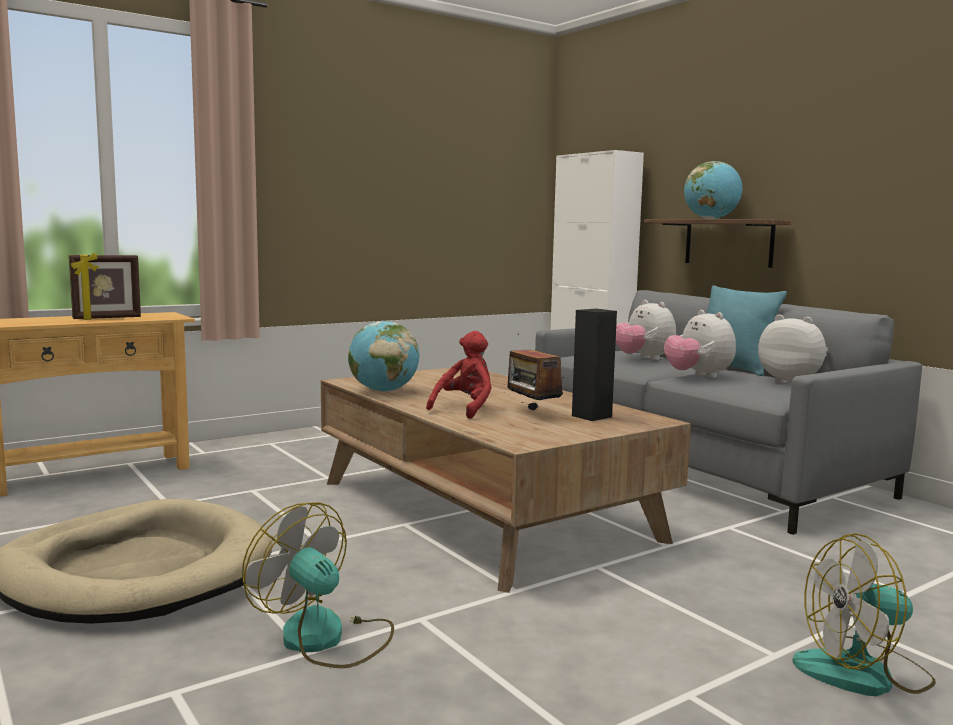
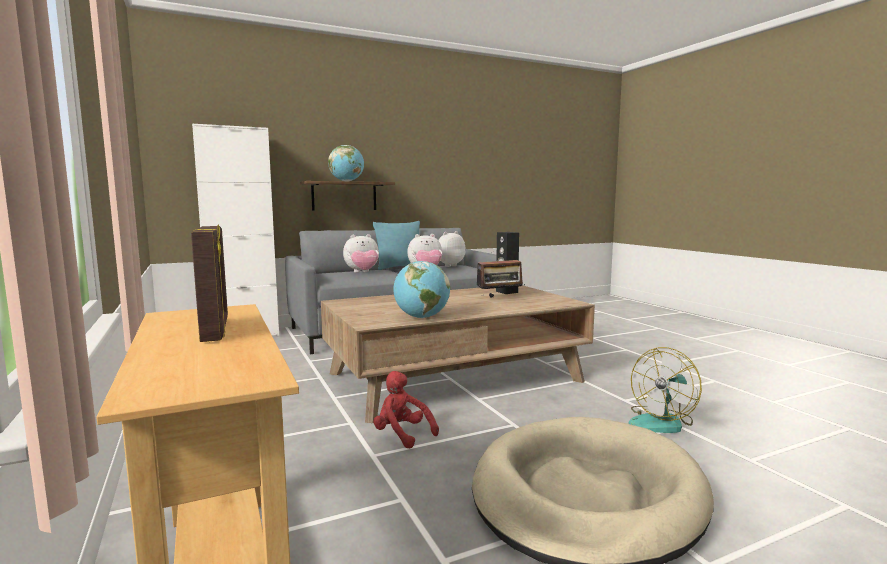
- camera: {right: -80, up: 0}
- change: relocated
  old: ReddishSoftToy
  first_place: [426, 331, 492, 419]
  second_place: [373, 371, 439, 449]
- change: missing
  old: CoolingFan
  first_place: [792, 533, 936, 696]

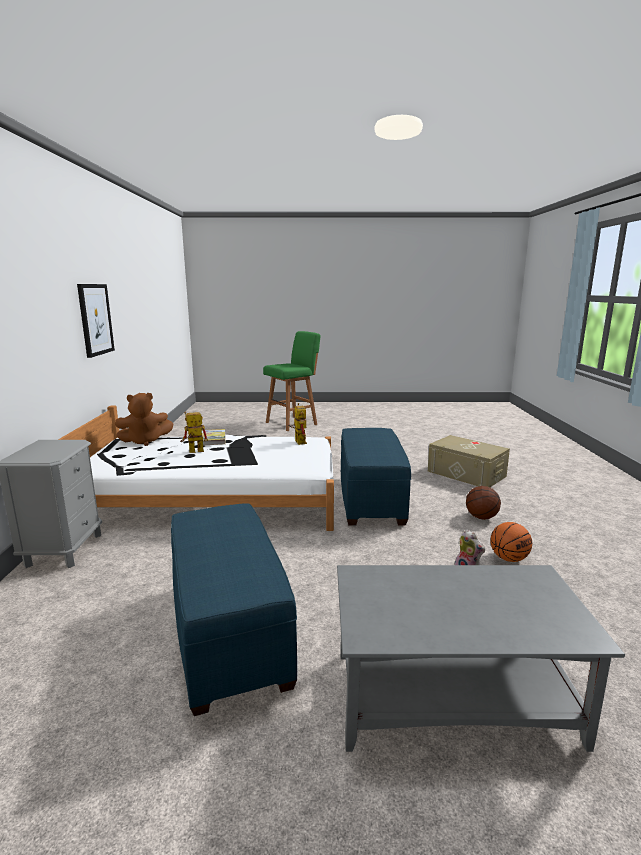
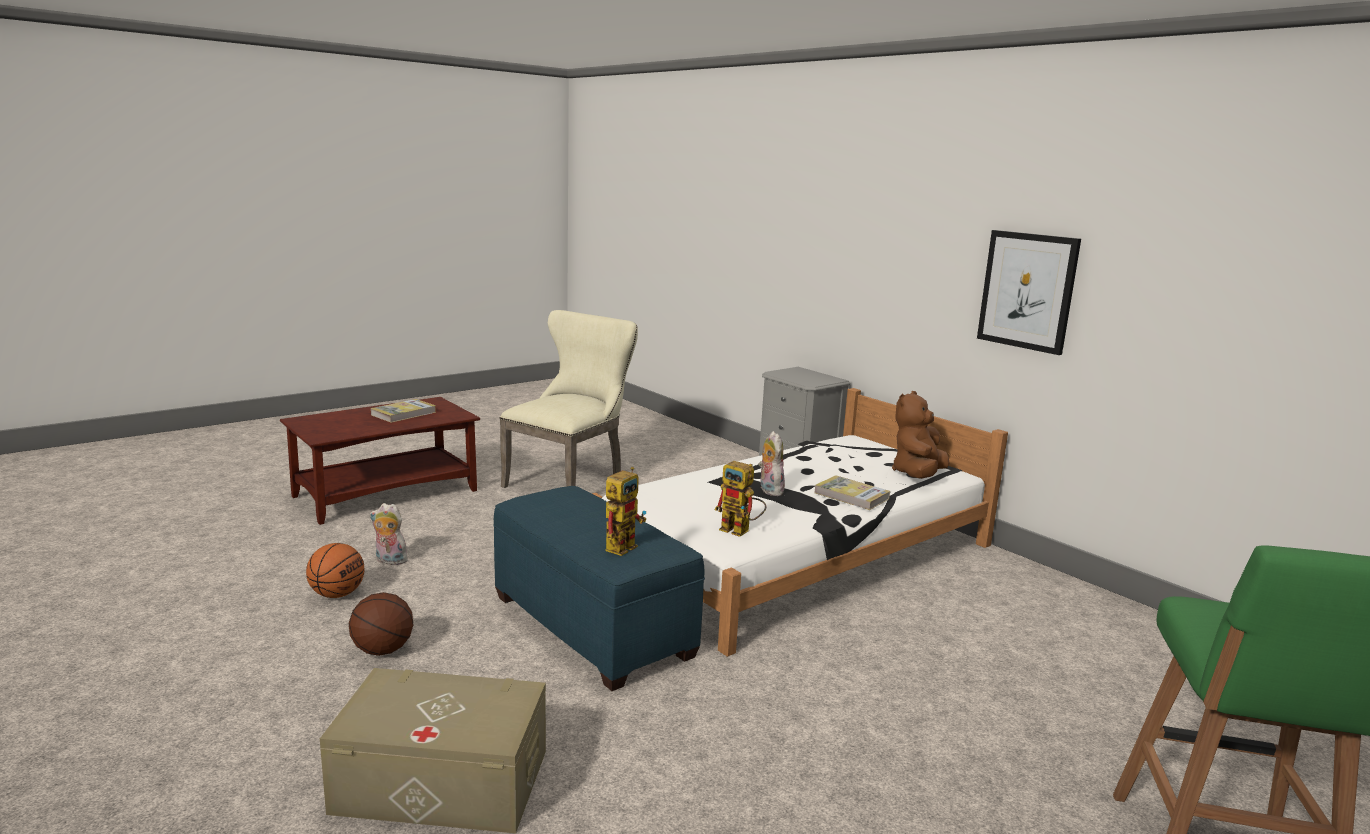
- camera: {right: 140, up: 0}
- change: colour
  old: GreyLoungeTable
  new: BrownColouredLoungeTable
  first_place: [337, 565, 625, 752]
  second_place: [280, 397, 480, 525]
- change: appeared
  new: BoundBook
  second_place: [371, 399, 436, 423]
- change: exchanged
  old: BlueColouredPouffe
  new: SandColouredChair
  first_place: [171, 503, 297, 716]
  second_place: [500, 310, 638, 488]
- change: relocated
  old: ModelRobot
  first_place: [180, 412, 208, 453]
  second_place: [606, 467, 647, 556]
- change: appeared
  new: SoftToy
  second_place: [758, 431, 785, 496]

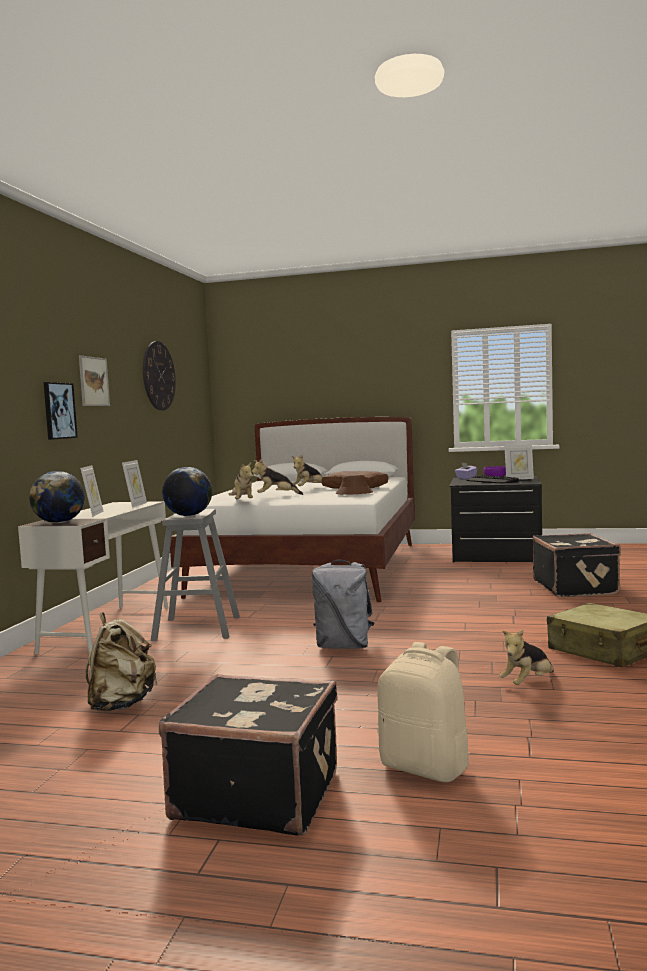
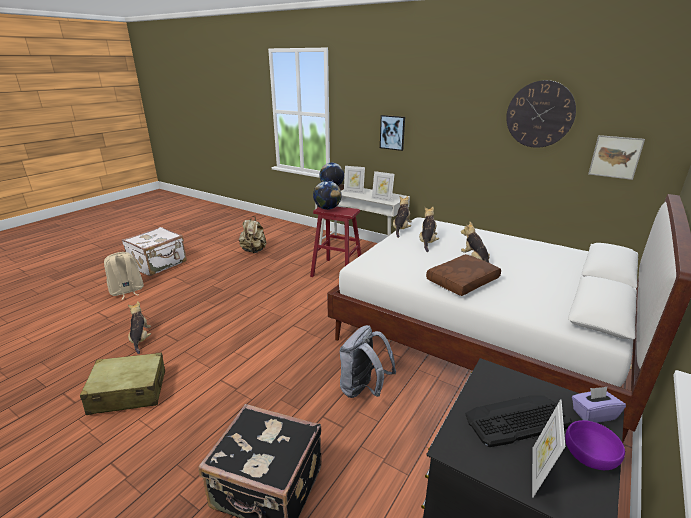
- camera: {right: 110, up: 20}
- change: colour
  old: BlackPieceOfLuggage
  new: WhitePieceOfLuggage
  first_place: [159, 674, 338, 836]
  second_place: [122, 227, 187, 276]
- change: colour
  old: GreyStool
  new: ReddishStool
  first_place: [151, 509, 240, 641]
  second_place: [310, 206, 362, 277]
- change: relocated
  old: GreyBackpack
  first_place: [312, 560, 375, 649]
  second_place: [340, 325, 396, 398]
- change: spun
  old: SoftToy
  first_place: [229, 462, 253, 500]
  second_place: [393, 196, 412, 238]
  degrees: 105
- change: relocated
  old: Picture
  first_place: [79, 356, 110, 406]
  second_place: [588, 135, 645, 180]
- change: missing
  old: BrownColouredClothingHat
  first_place: [336, 474, 373, 495]

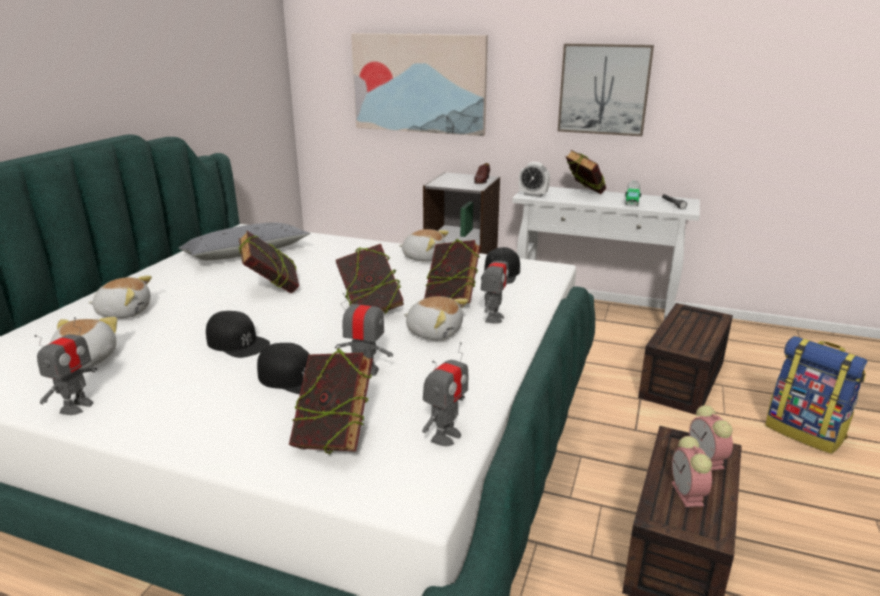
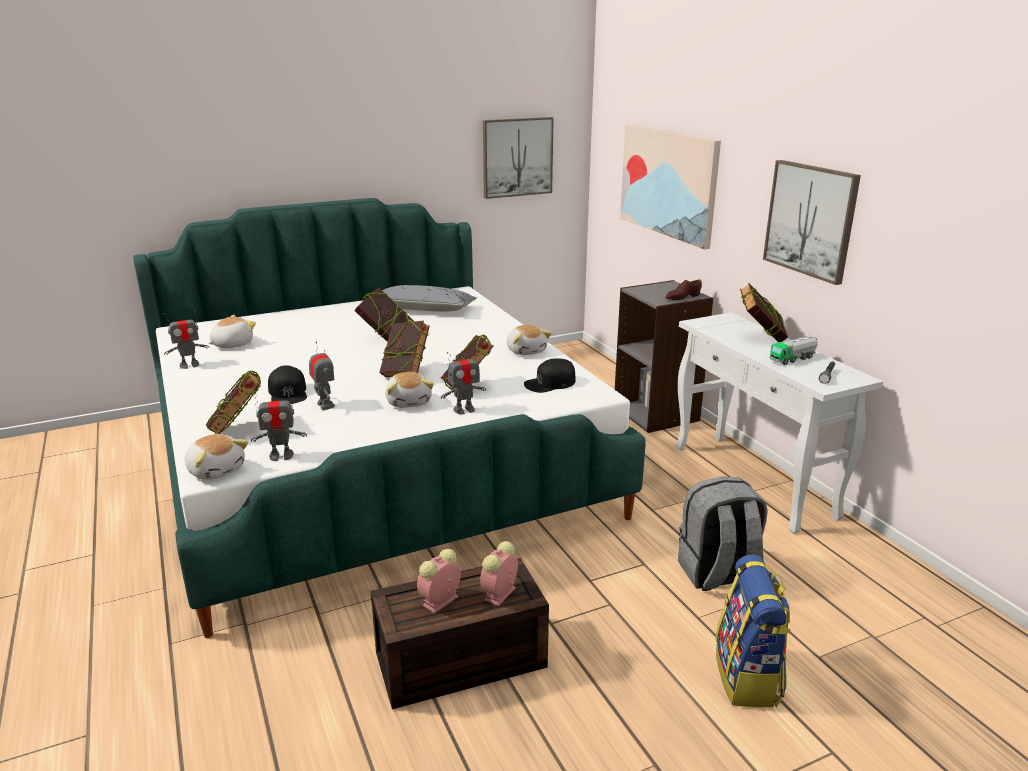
- camera: {right: 45, up: 0}
- change: relocated
  old: SoftToy
  first_place: [89, 275, 152, 318]
  second_place: [185, 434, 248, 480]
- change: appeared
  new: Picture
  second_place: [483, 117, 554, 199]
- change: exchanged
  old: BrownColouredStorageBox
  new: GreyBackpack
  first_place: [638, 303, 733, 415]
  second_place: [678, 477, 768, 591]
- change: missing
  old: BlackBaseballCap
  first_place: [206, 311, 270, 358]
- change: missing
  old: TableClock
  first_place: [519, 162, 550, 197]

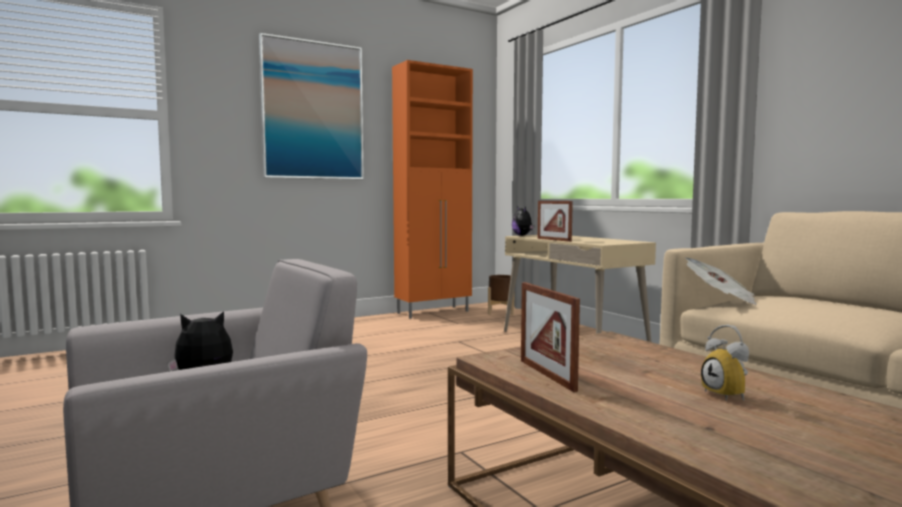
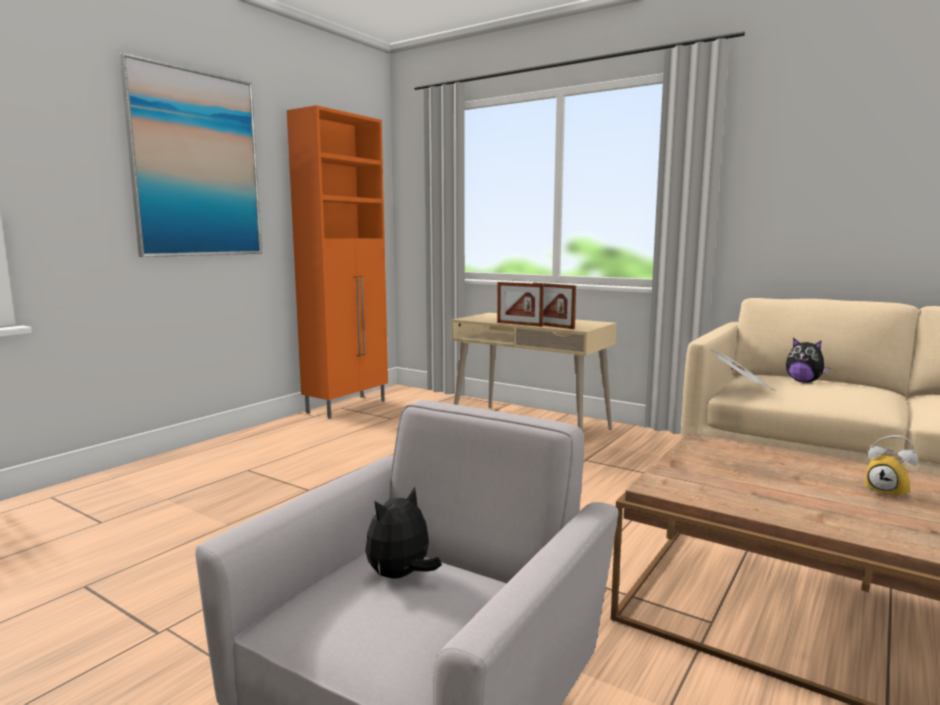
- camera: {right: -25, up: 5}
- change: relocated
  old: StandingFrame
  first_place: [521, 282, 580, 392]
  second_place: [533, 283, 576, 329]
- change: relocated
  old: SoftToy
  first_place: [512, 206, 534, 236]
  second_place: [786, 338, 830, 383]
- change: missing
  old: BrownColouredPlanter
  first_place: [488, 275, 514, 315]

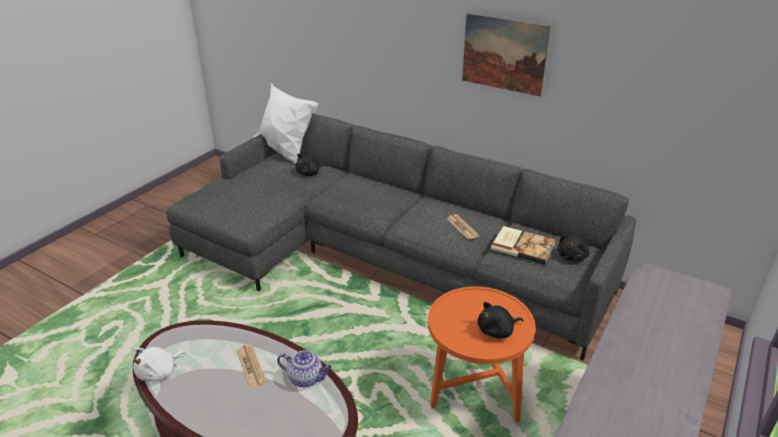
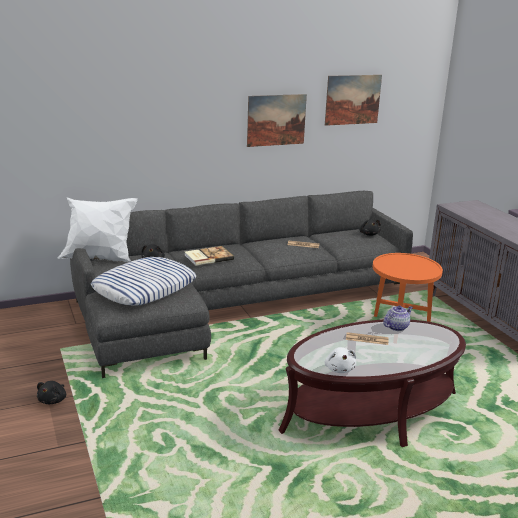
- camera: {right: -55, up: -10}
- change: relocated
  old: BlackSoftToy
  first_place: [478, 302, 523, 339]
  second_place: [37, 381, 66, 404]
- change: appeared
  new: Pillow
  second_place: [91, 257, 196, 306]
- change: relocated
  old: BoundBook
  first_place: [491, 226, 556, 264]
  second_place: [184, 246, 234, 266]
- change: appeared
  new: Picture
  second_place: [325, 75, 382, 126]

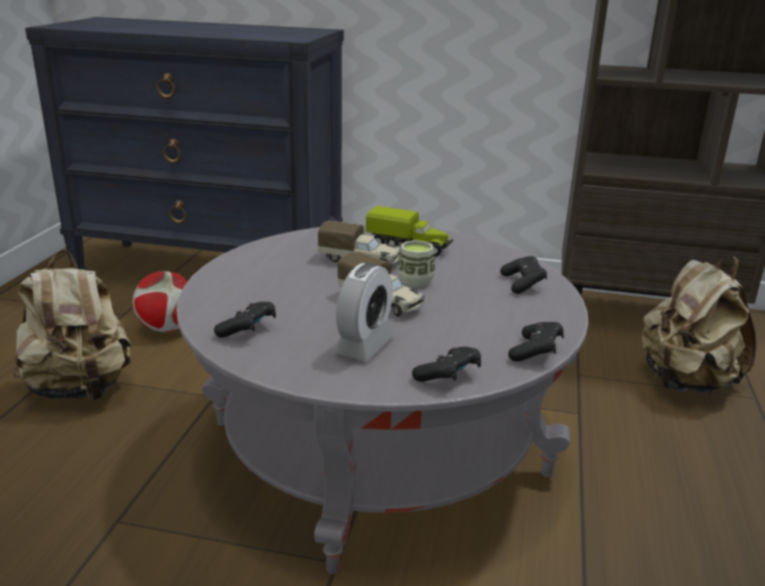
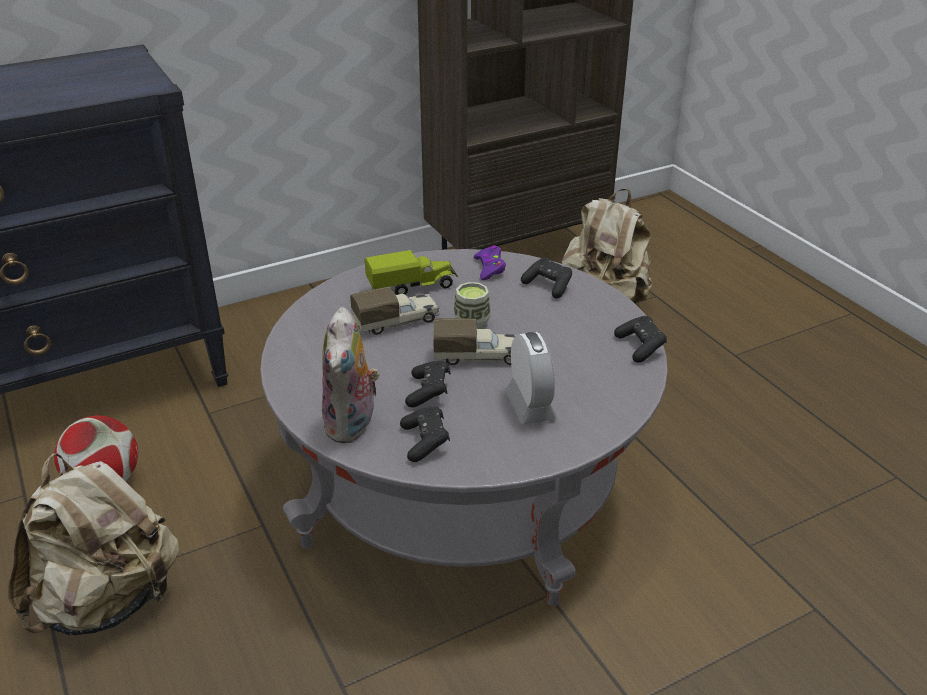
- camera: {right: -40, up: 10}
- change: appeared
  new: SoftToy
  second_place: [322, 307, 380, 444]
- change: relocated
  old: BlackJoypad
  first_place: [412, 347, 481, 382]
  second_place: [405, 361, 451, 407]
- change: appeared
  new: PurpleJoypad
  second_place: [474, 245, 506, 280]

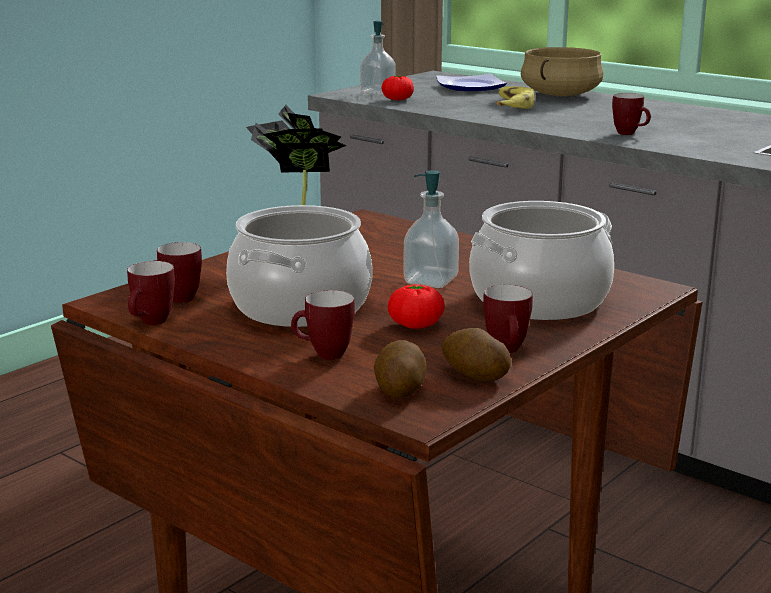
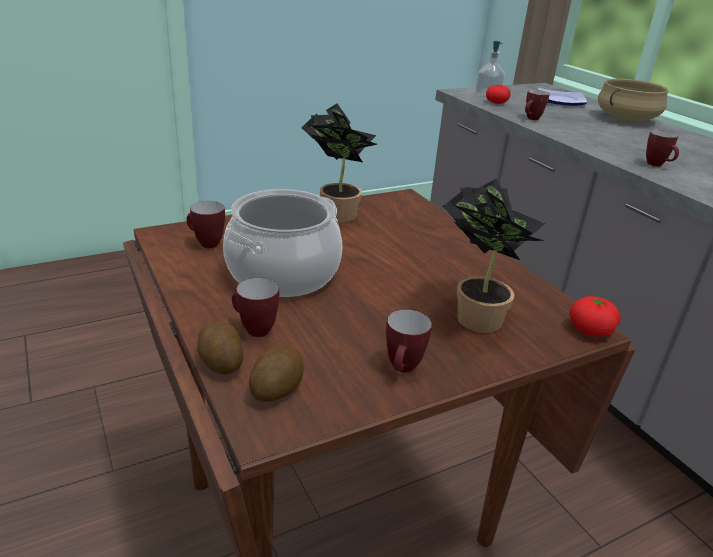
- camera: {right: 20, up: 10}
- change: relocated
  old: Spud
  first_place: [441, 328, 511, 381]
  second_place: [197, 321, 244, 374]
- change: exchanged
  old: Saucepot
  new: PottedPlant
  first_place: [469, 201, 614, 320]
  second_place: [443, 179, 545, 333]
- change: relocated
  old: TeaMug
  first_place: [127, 261, 175, 325]
  second_place: [525, 90, 550, 120]
- change: relocated
  old: WholeTomato
  first_place: [388, 284, 445, 329]
  second_place: [569, 296, 621, 337]
- change: missing
  old: SoapDispenser
  first_place: [404, 170, 459, 288]
- change: missing
  old: WholeBanana
  first_place: [497, 86, 535, 109]

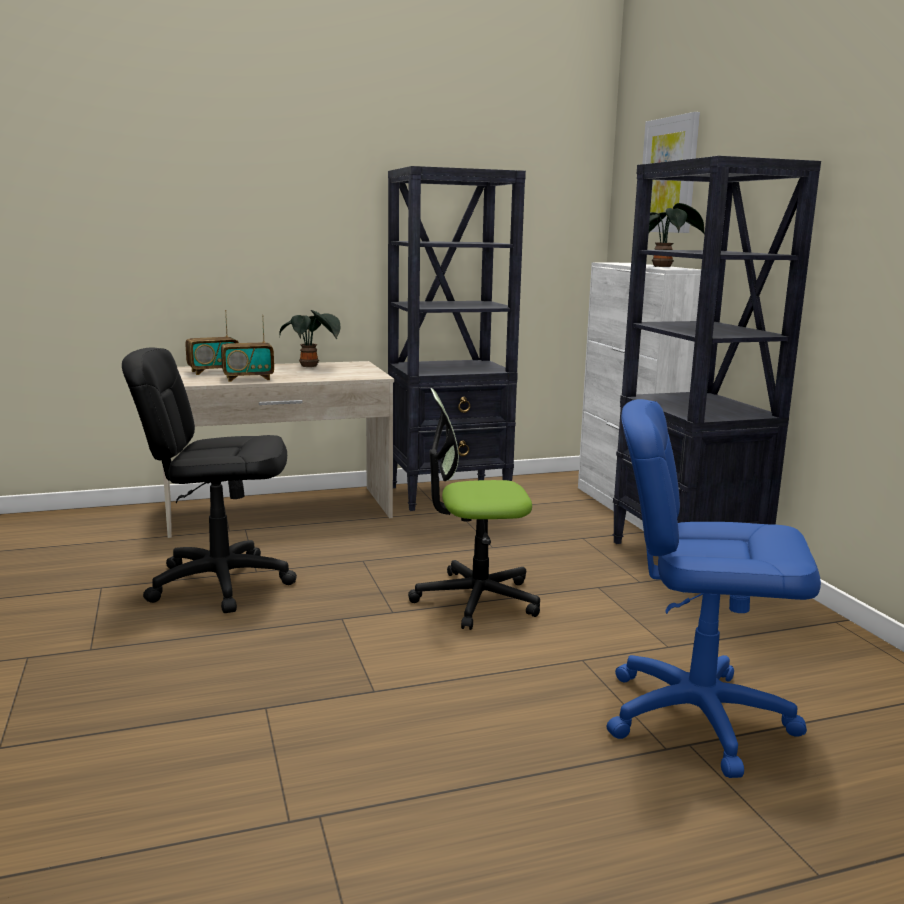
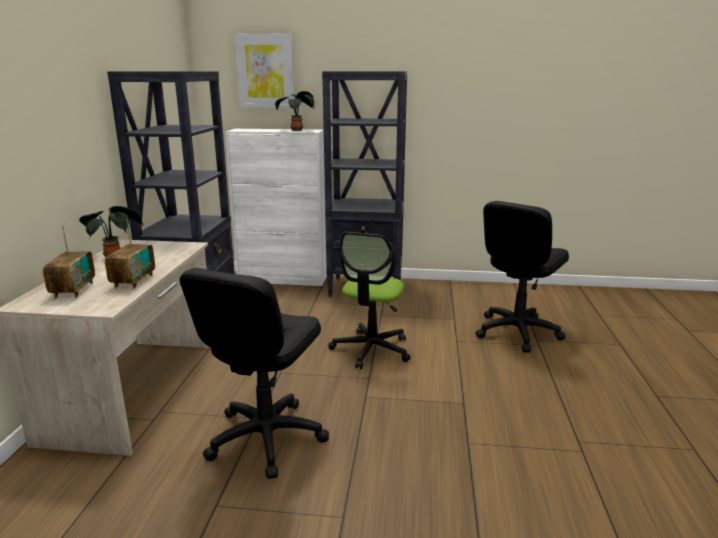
- camera: {right: -65, up: 5}
- change: colour
  old: BlueColouredDeskChair
  new: BlackDeskChair
  first_place: [606, 399, 821, 778]
  second_place: [475, 201, 569, 353]

